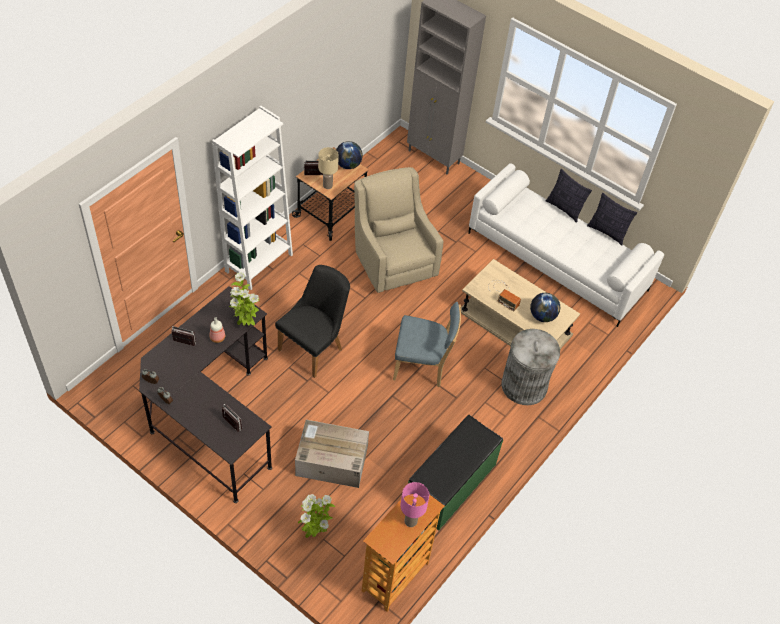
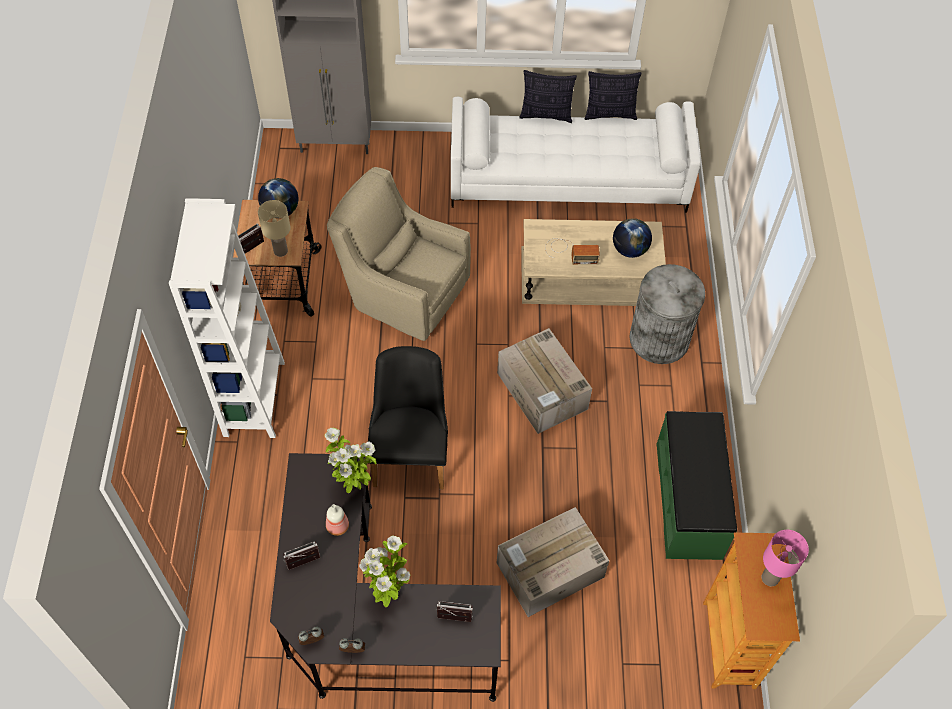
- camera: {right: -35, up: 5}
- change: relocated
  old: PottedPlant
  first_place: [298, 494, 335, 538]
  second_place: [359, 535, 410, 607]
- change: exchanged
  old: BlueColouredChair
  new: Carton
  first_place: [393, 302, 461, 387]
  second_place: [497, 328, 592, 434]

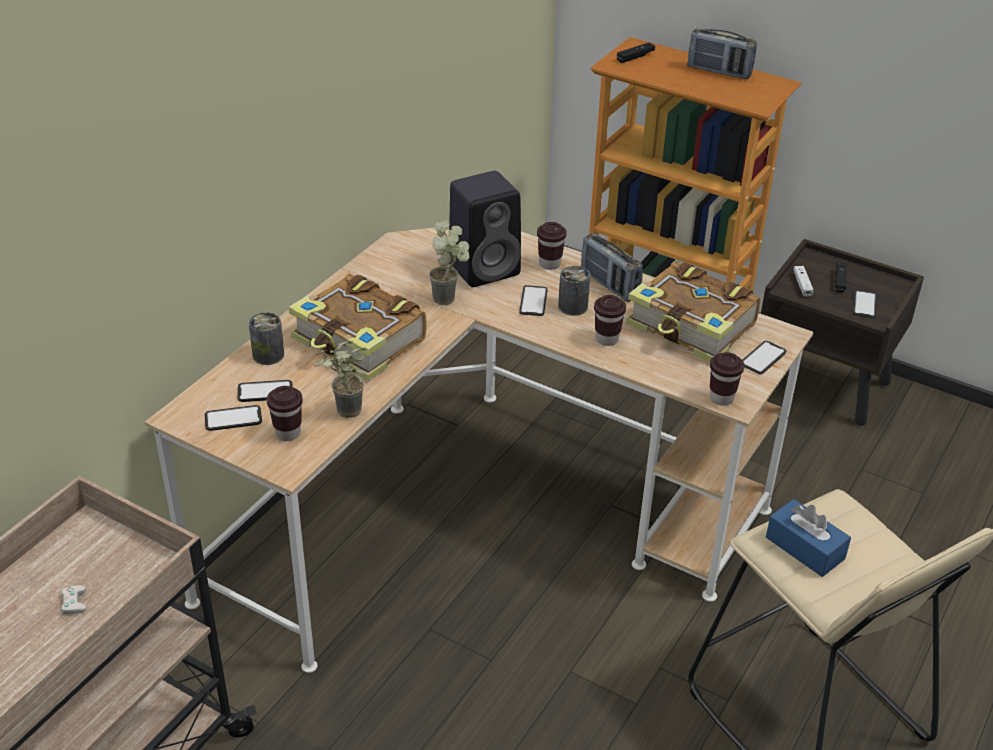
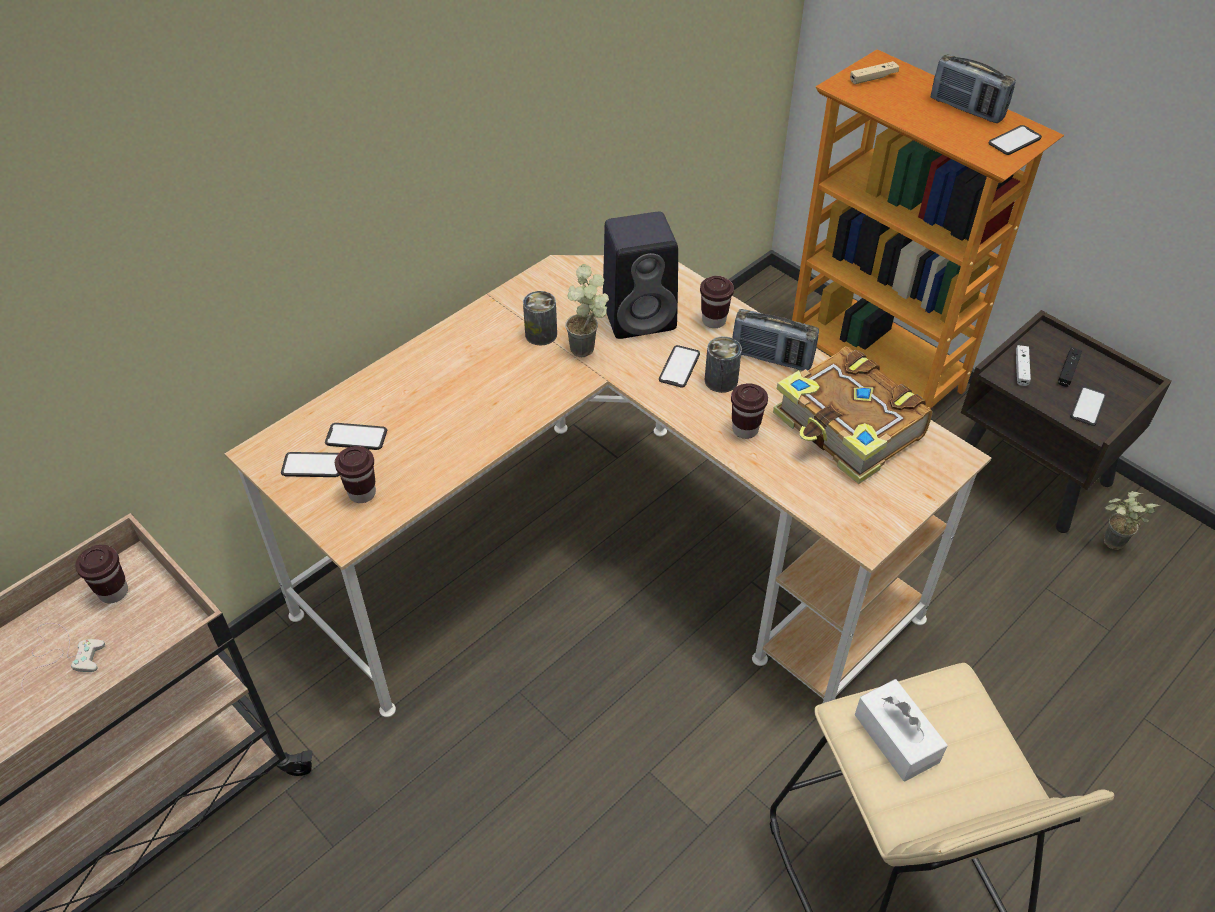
- camera: {right: 15, up: 10}
- change: relocated
  old: BrownColouredDrinkingCup
  first_place: [710, 352, 745, 405]
  second_place: [75, 545, 128, 603]
- change: relocated
  old: MetalCan
  first_place: [249, 312, 284, 365]
  second_place: [523, 291, 557, 345]
- change: spun
  old: Radio
  first_place: [581, 233, 643, 302]
  second_place: [733, 309, 819, 371]
  degrees: -45
- change: colour
  old: BlackJoypad
  new: SandColouredJoypad
  first_place: [617, 43, 655, 63]
  second_place: [850, 61, 899, 84]
- change: colour
  old: BlueColouredTissueBox
  new: WhiteTissueBox
  first_place: [766, 499, 851, 577]
  second_place: [855, 679, 948, 782]
- change: relocated
  old: Phone
  first_place: [743, 341, 786, 374]
  second_place: [988, 125, 1042, 155]
- change: relocated
  old: PottedPlant
  first_place: [314, 341, 368, 418]
  second_place: [1104, 491, 1161, 550]
- change: missing
  old: BoundBook
  first_place: [289, 274, 426, 381]

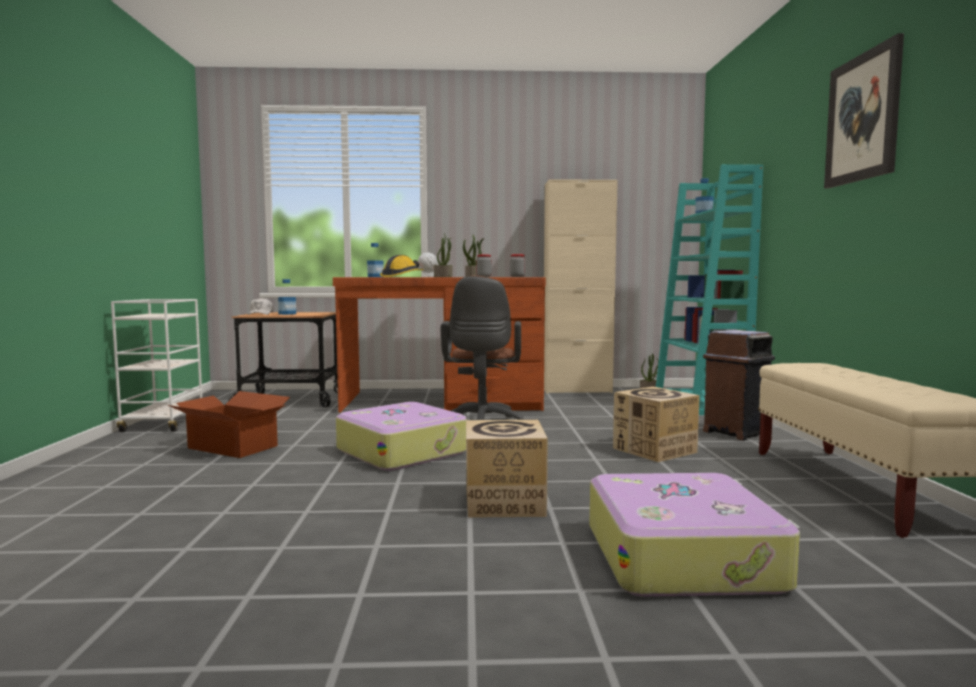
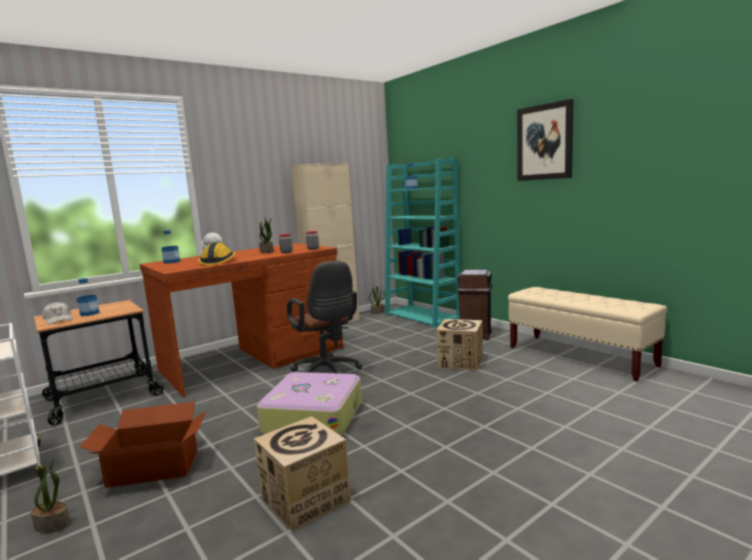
- camera: {right: -35, up: 5}
- change: relocated
  old: PottedPlant
  first_place: [434, 233, 452, 277]
  second_place: [31, 458, 70, 533]
- change: relocated
  old: Carton
  first_place: [466, 420, 548, 518]
  second_place: [254, 416, 351, 531]
- change: missing
  old: PieceOfLuggage
  first_place: [589, 473, 800, 597]

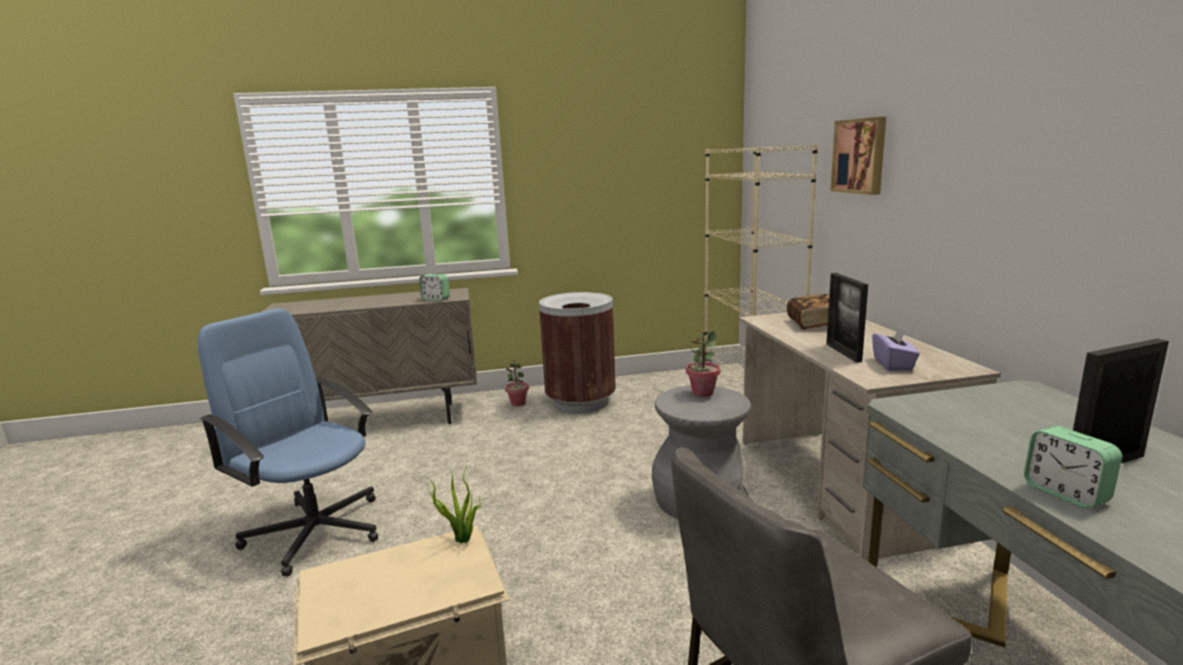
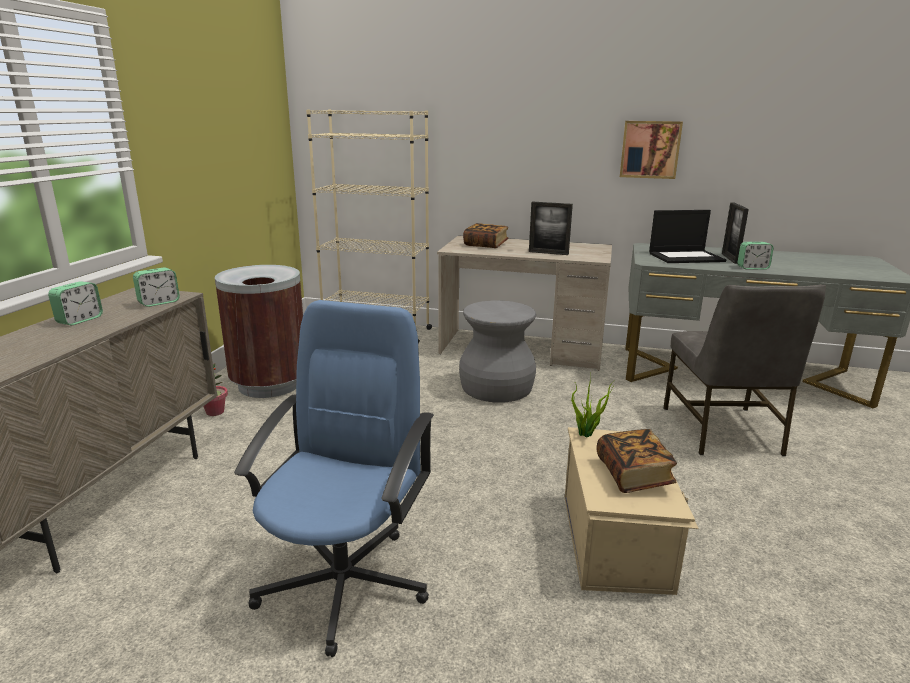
- camera: {right: -65, up: 5}
- change: appeared
  new: TableClock
  second_place: [48, 281, 103, 326]
- change: spun
  old: BlueColouredDeskChair
  first_place: [198, 308, 378, 577]
  second_place: [234, 300, 434, 657]
  degrees: 135
- change: appeared
  new: BoundBook
  second_place: [597, 429, 677, 493]
- change: relocated
  old: Picture
  first_place: [831, 117, 886, 195]
  second_place: [620, 121, 683, 179]
- change: appeared
  new: Laptop
  second_place: [649, 210, 726, 263]
- change: missing
  old: PottedPlant
  first_place: [686, 330, 720, 397]
- change: missing
  old: PurpleTissueBox
  first_place: [872, 326, 920, 371]

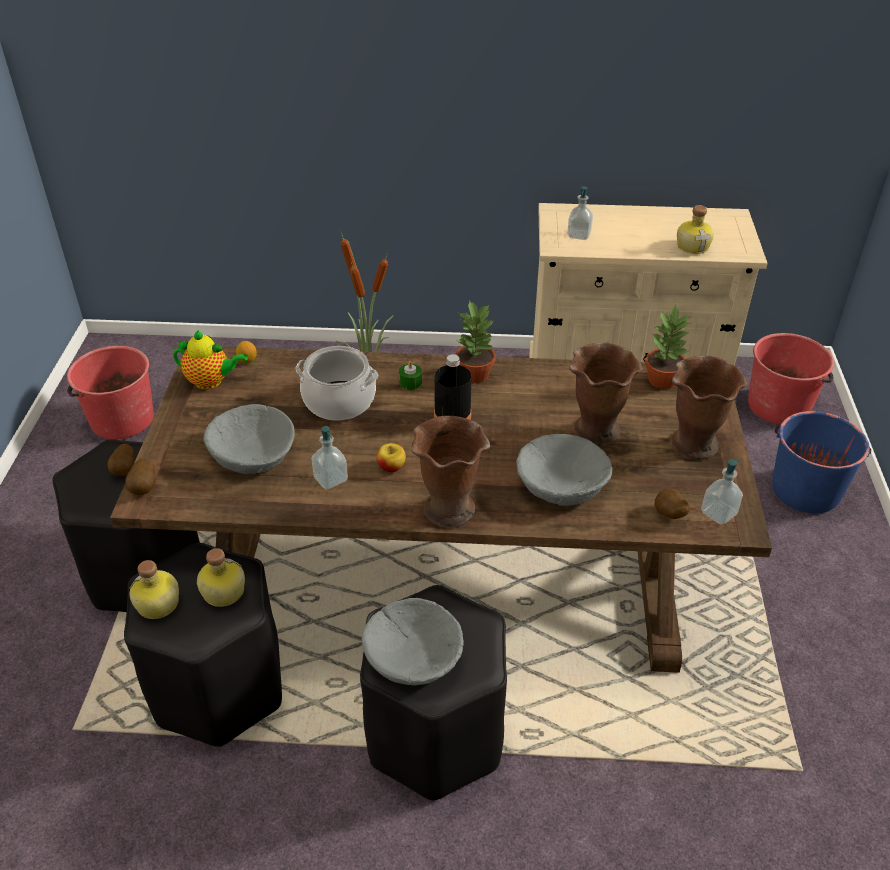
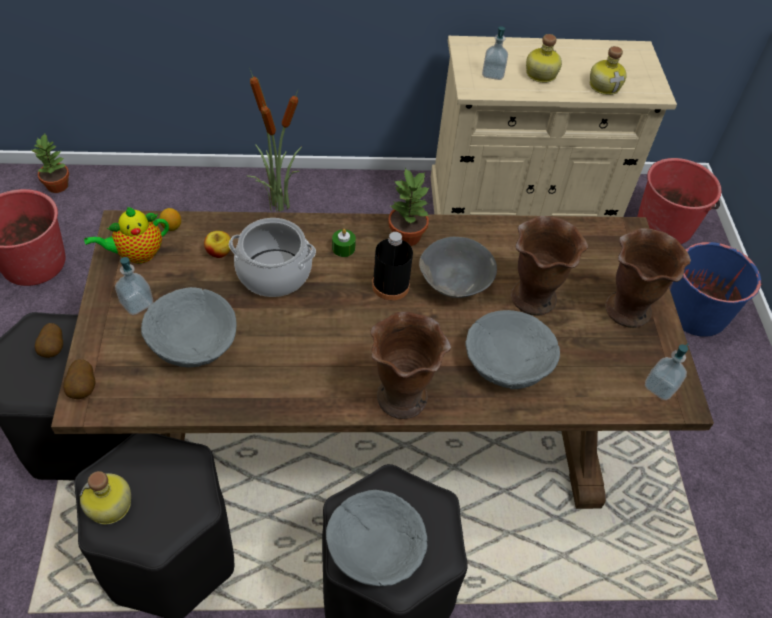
- camera: {right: -10, up: 10}
- change: relocated
  old: PottedPlant
  first_place: [645, 305, 692, 389]
  second_place: [30, 134, 69, 193]
- change: spun
  old: Teapot
  first_place: [173, 330, 248, 389]
  second_place: [84, 207, 169, 263]
  degrees: 150
- change: relocated
  old: SoapDispenser
  first_place: [311, 426, 348, 489]
  second_place: [115, 257, 153, 315]
- change: relocated
  old: AppleFruit
  first_place: [376, 443, 406, 472]
  second_place: [204, 231, 231, 258]
- change: appeared
  new: GreyBowl
  second_place: [419, 237, 497, 298]
- change: relocated
  old: DrinkBottle
  first_place: [197, 548, 245, 607]
  second_place: [526, 34, 562, 83]
- change: missing
  old: Spud
  first_place: [654, 488, 690, 519]

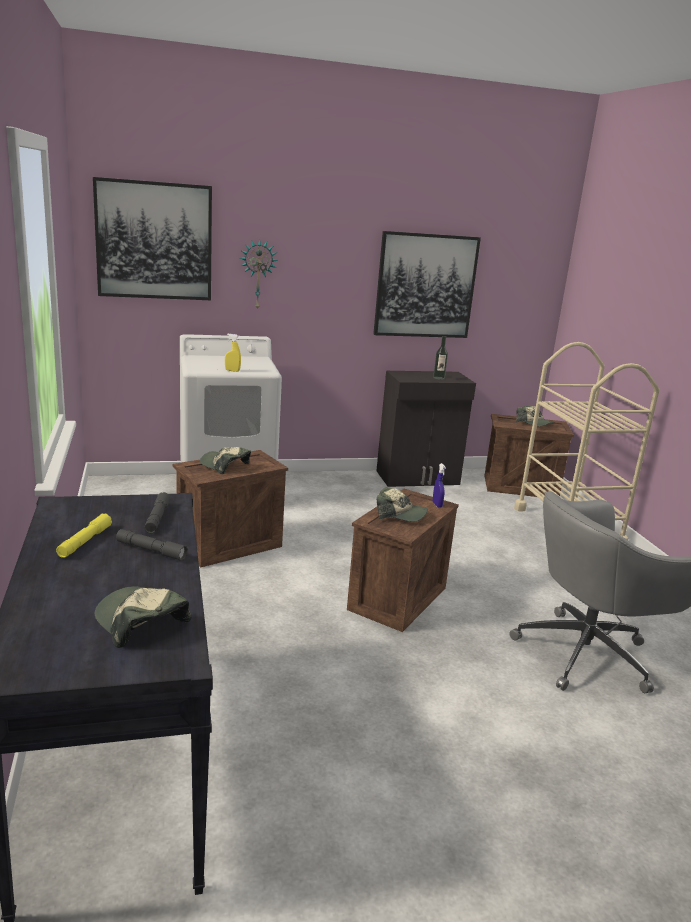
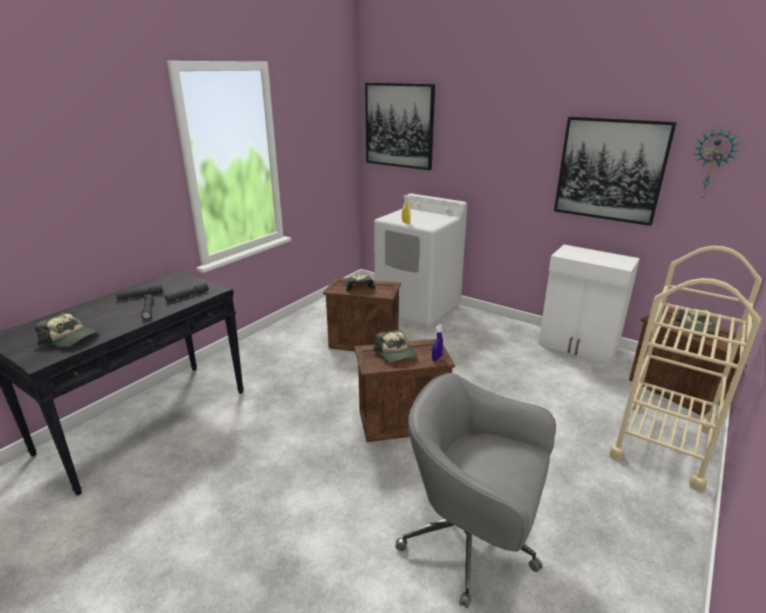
- camera: {right: 50, up: 5}
- change: spun
  old: BaseballCap
  first_place: [95, 586, 192, 648]
  second_place: [35, 312, 99, 347]
  degrees: 105
- change: colour
  old: YellowishTorch
  new: GreyTorch
  first_place: [56, 513, 112, 558]
  second_place: [116, 285, 163, 300]
- change: colour
  old: BlackStorageCabinet
  new: WhiteStorageCabinet
  first_place: [376, 371, 476, 487]
  second_place: [538, 245, 640, 365]
- change: relocated
  old: WallClock
  first_place: [240, 239, 278, 310]
  second_place: [694, 129, 740, 198]
- change: missing
  old: DrinkBottle
  first_place: [433, 336, 448, 380]

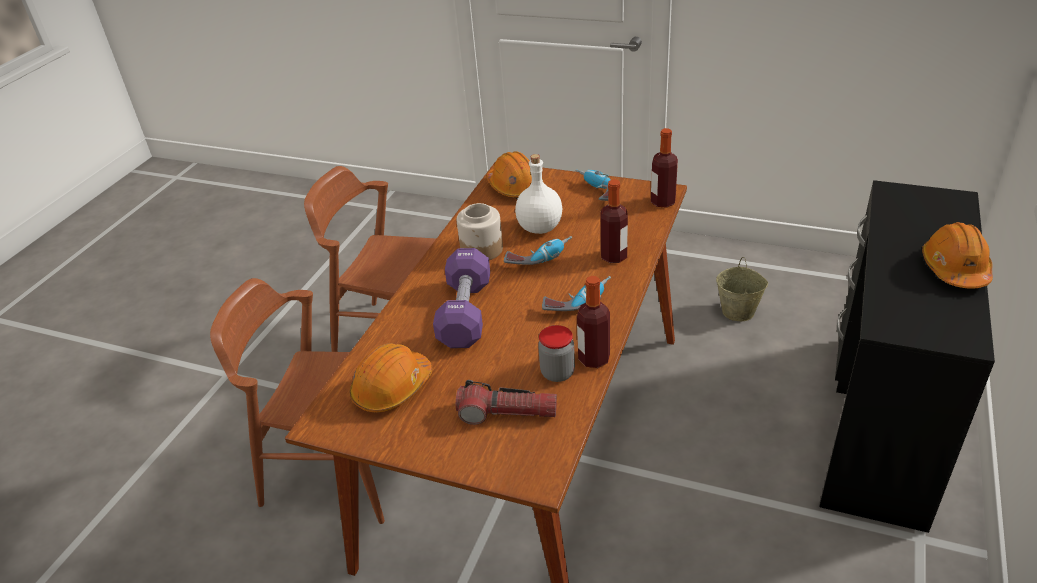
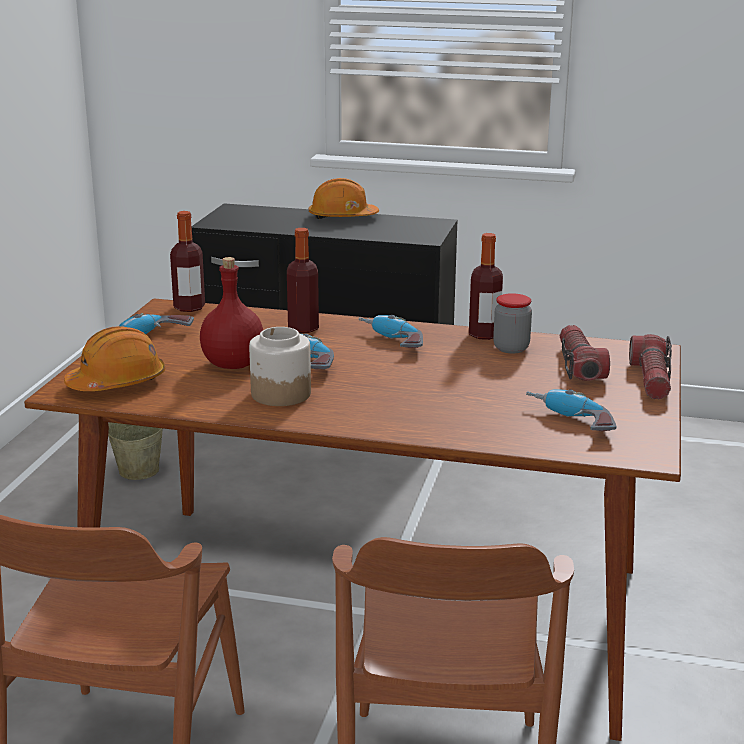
- camera: {right: -100, up: -15}
- change: colour
  old: WhiteDrinkBottle
  new: ReddishDrinkBottle
  first_place: [515, 154, 562, 234]
  second_place: [200, 257, 263, 369]
- change: exchanged
  old: OrangeColouredSafetyHelmet
  new: ElectricDrill
  first_place: [349, 343, 432, 413]
  second_place: [526, 389, 616, 431]
- change: appeared
  new: Torch
  second_place: [629, 334, 672, 399]
- change: missing
  old: PurpleDumbbell
  first_place: [433, 248, 490, 348]

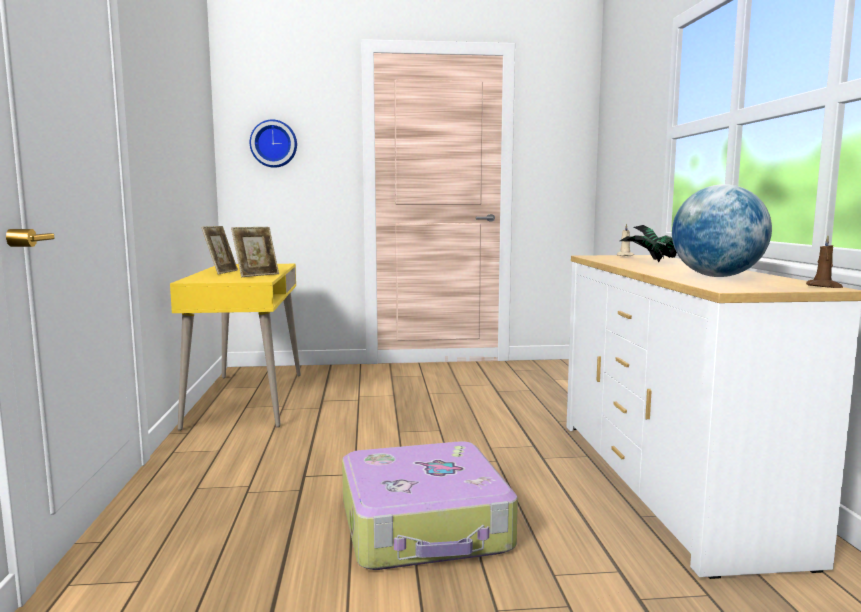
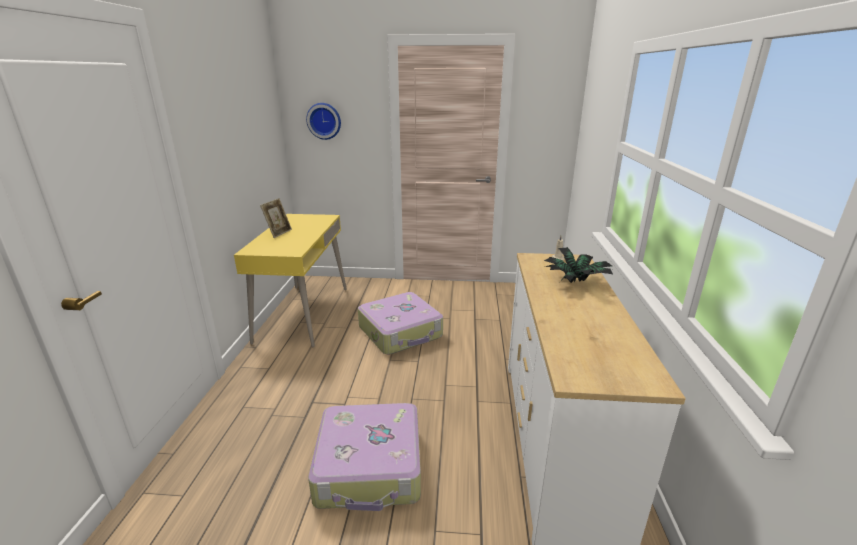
- camera: {right: 10, up: 15}
- change: appeared
  new: PieceOfLuggage
  second_place: [358, 292, 443, 354]
- change: missing
  old: StandingFrame
  first_place: [231, 227, 279, 277]
- change: missing
  old: DeskGlobe
  first_place: [672, 184, 772, 277]
- change: missing
  old: BrownColouredWaxLight
  first_place: [806, 235, 843, 288]

